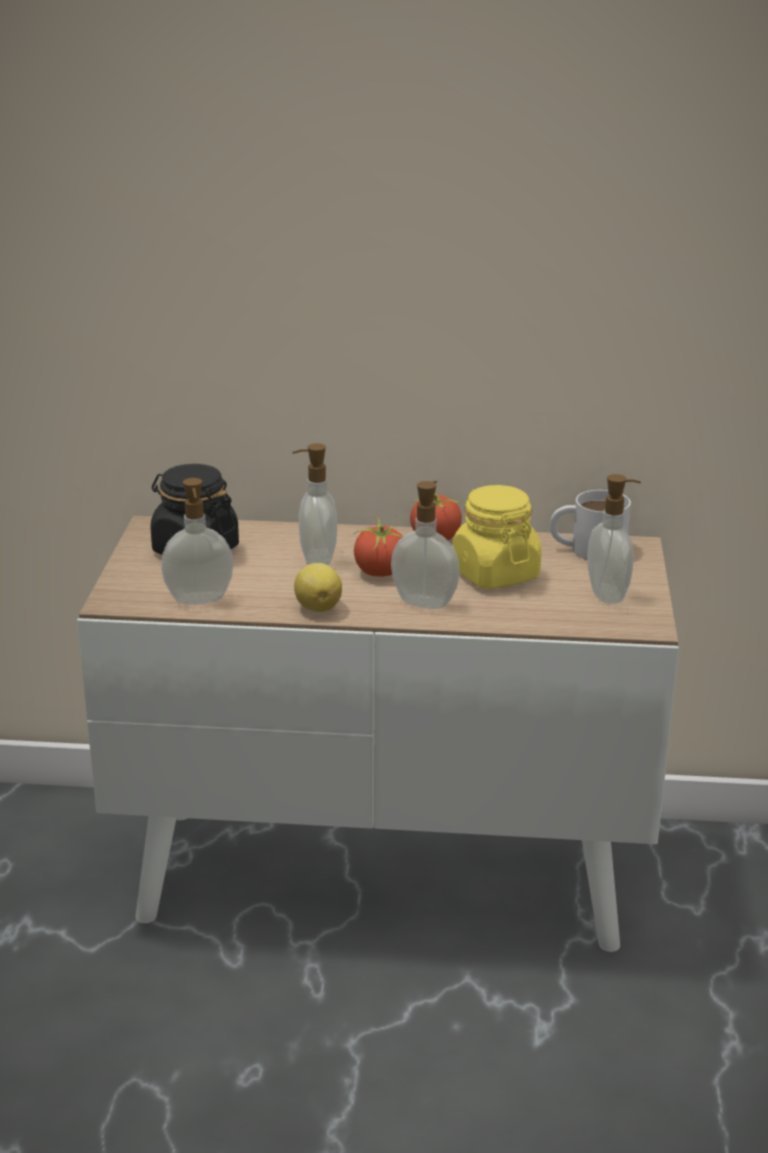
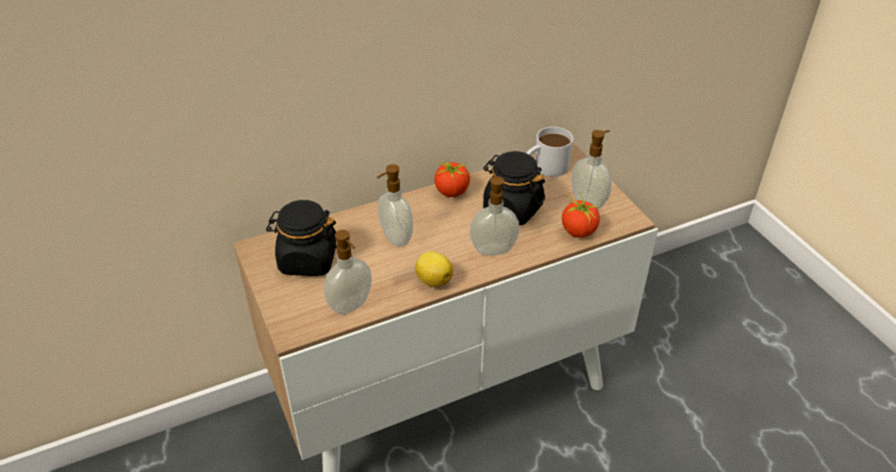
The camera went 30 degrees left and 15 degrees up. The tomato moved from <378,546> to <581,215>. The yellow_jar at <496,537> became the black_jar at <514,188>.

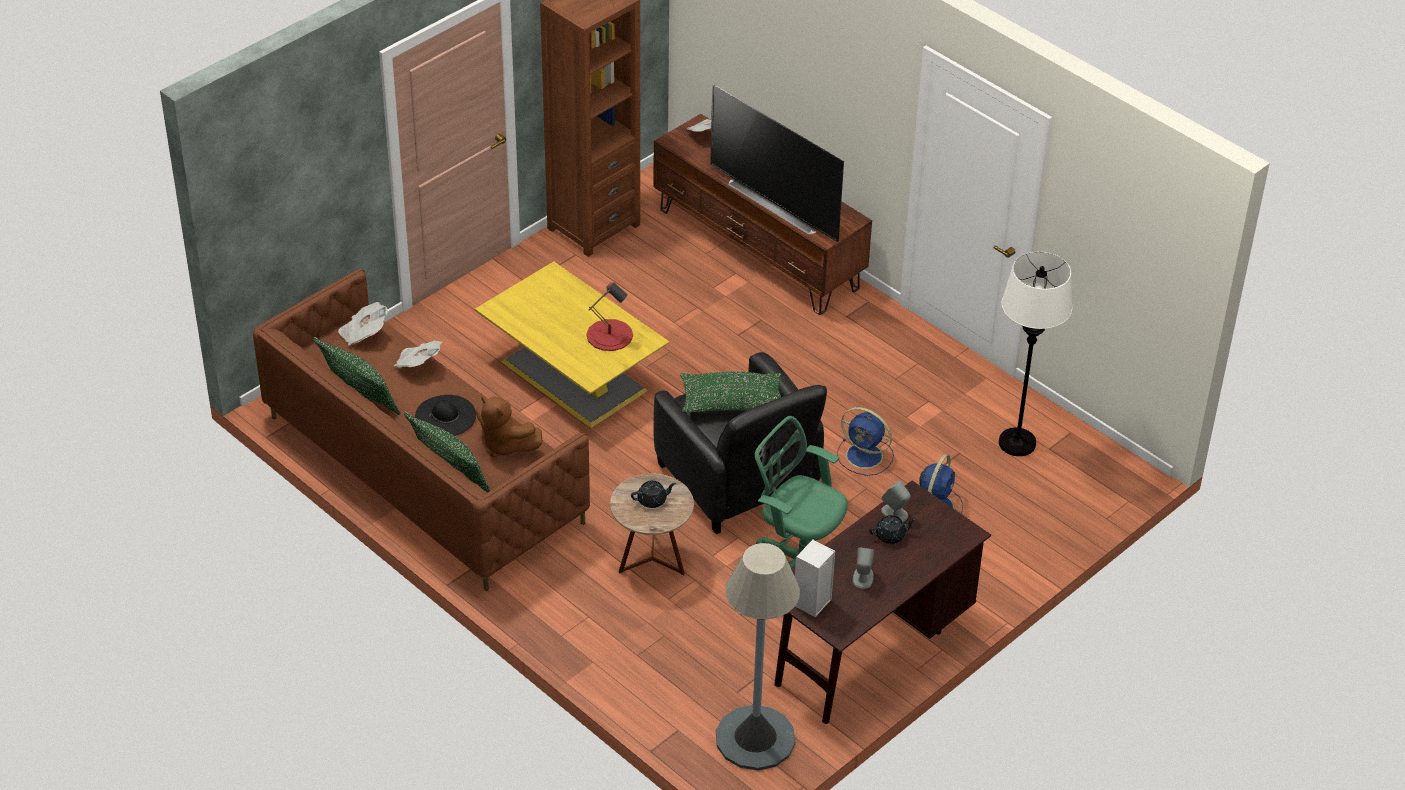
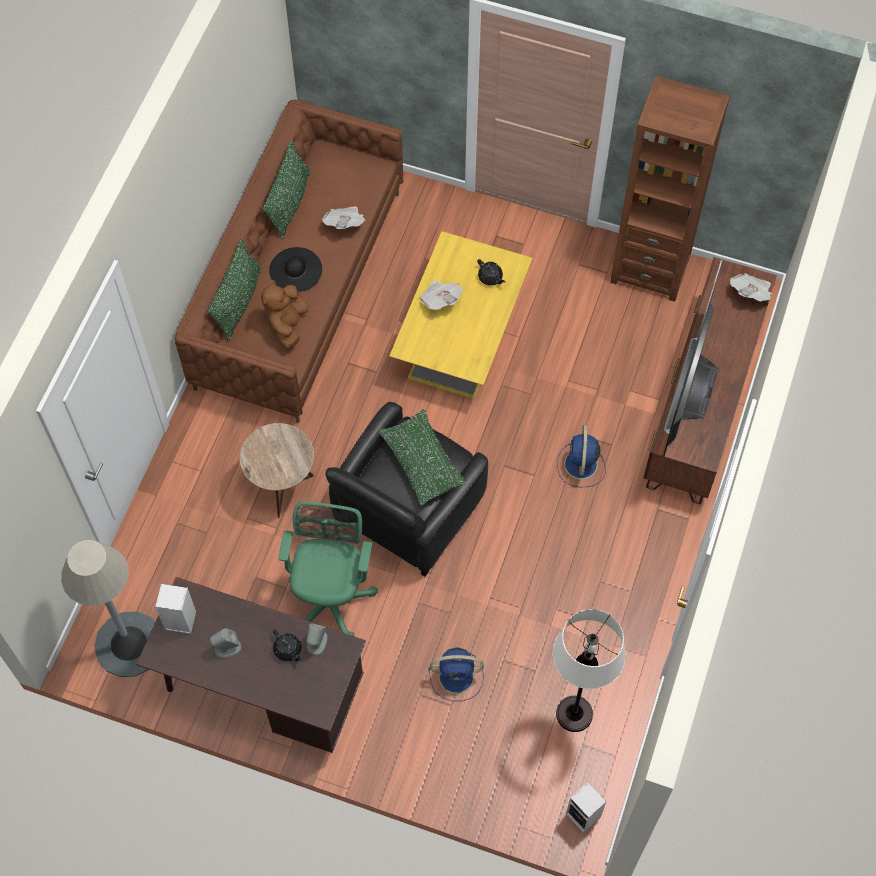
The camera went 65 degrees right and 20 degrees up. The red_table_lamp at <609,316> disappeared. The speaker at <586,807> appeared. The newspaper moved from <363,323> to <441,295>. The black_teapot moved from <653,494> to <491,272>. The blue_fan moved from <865,441> to <581,456>.

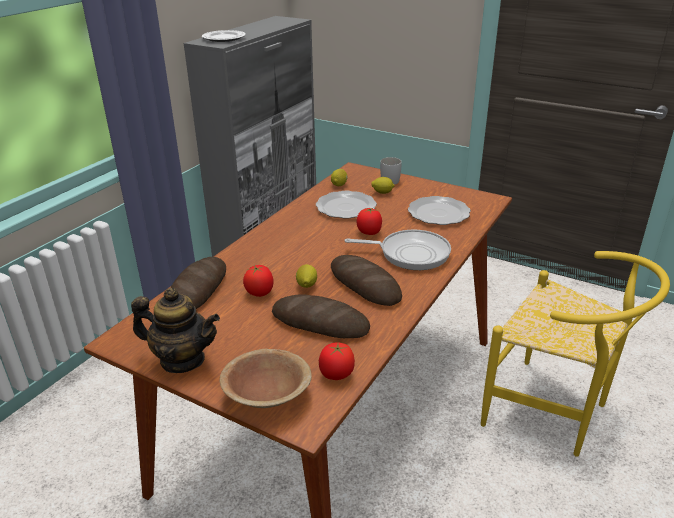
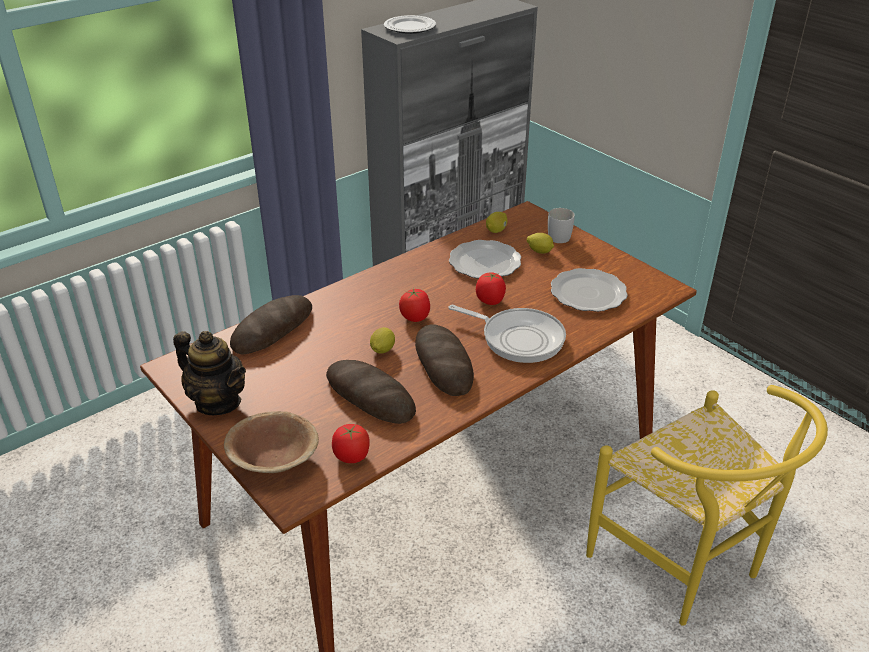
The camera went 20 degrees right and 5 degrees up. The tomato moved from <258,281> to <414,305>.

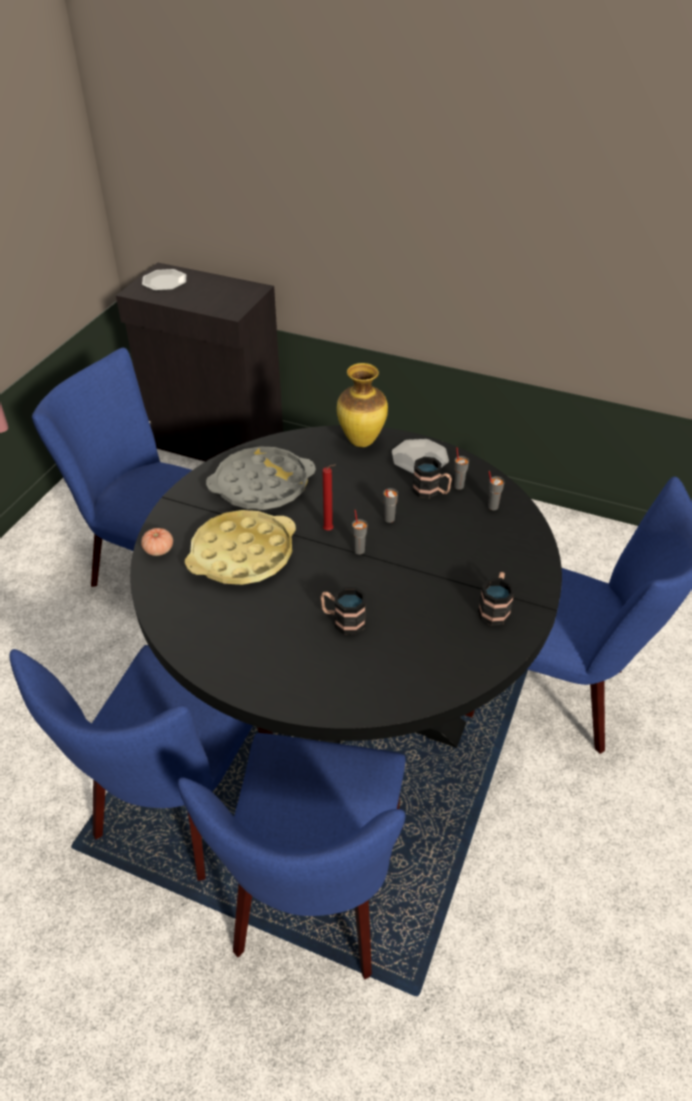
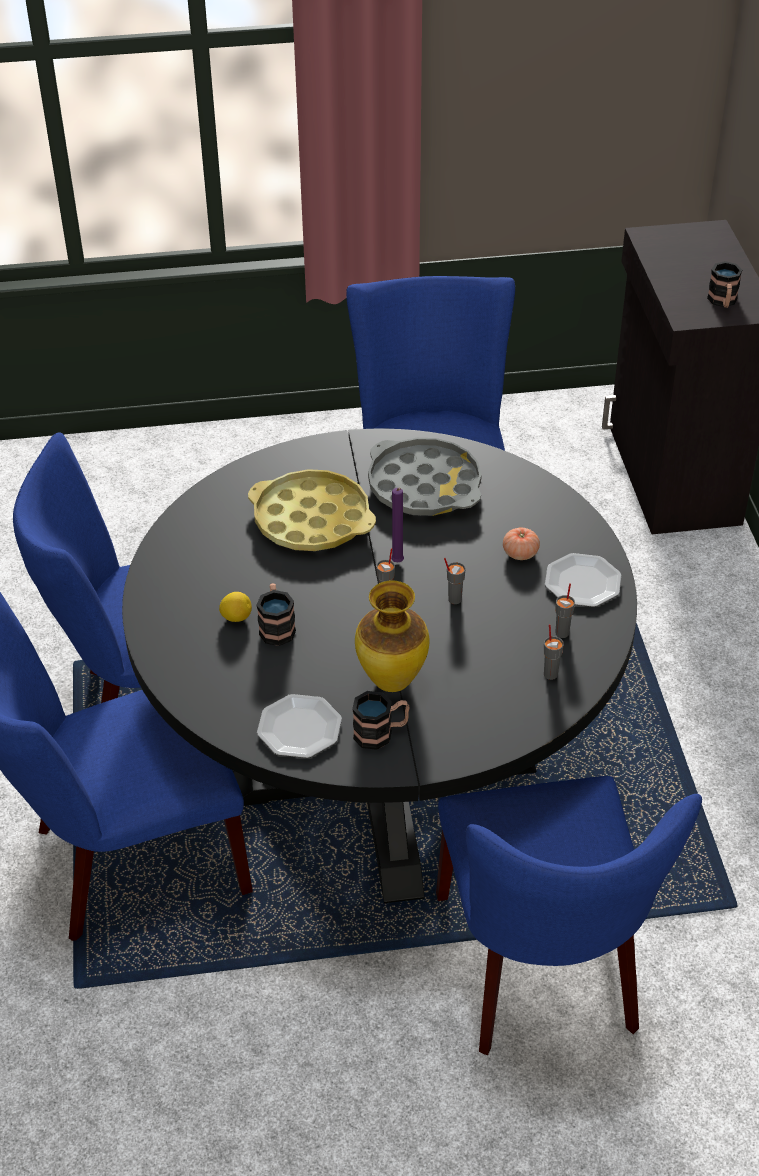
The camera went 60 degrees right and 0 degrees up. The lemon at <235,607> appeared. The tomato moved from <157,542> to <521,543>. The plate moved from <164,280> to <299,726>. The vase moved from <362,405> to <392,636>. The mug moved from <432,477> to <724,284>. The red_candle at <328,497> became the purple_candle at <397,525>.

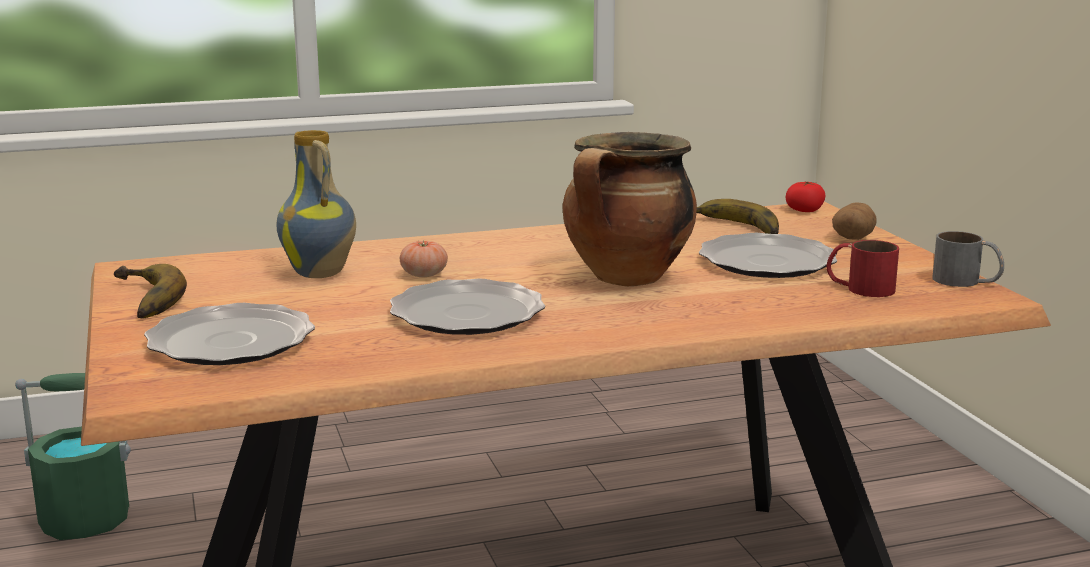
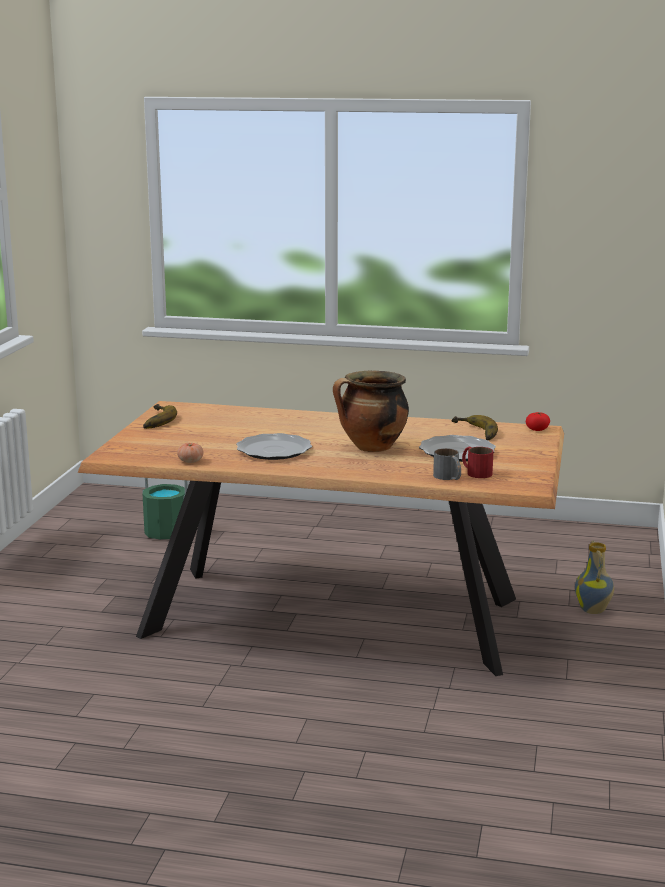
The camera went 30 degrees right and 0 degrees up. The plate at <229,334> disappeared. The potato at <854,221> disappeared. The vase moved from <316,204> to <594,577>. The tomato moved from <424,258> to <190,453>. The grey_mug moved from <968,259> to <447,464>.

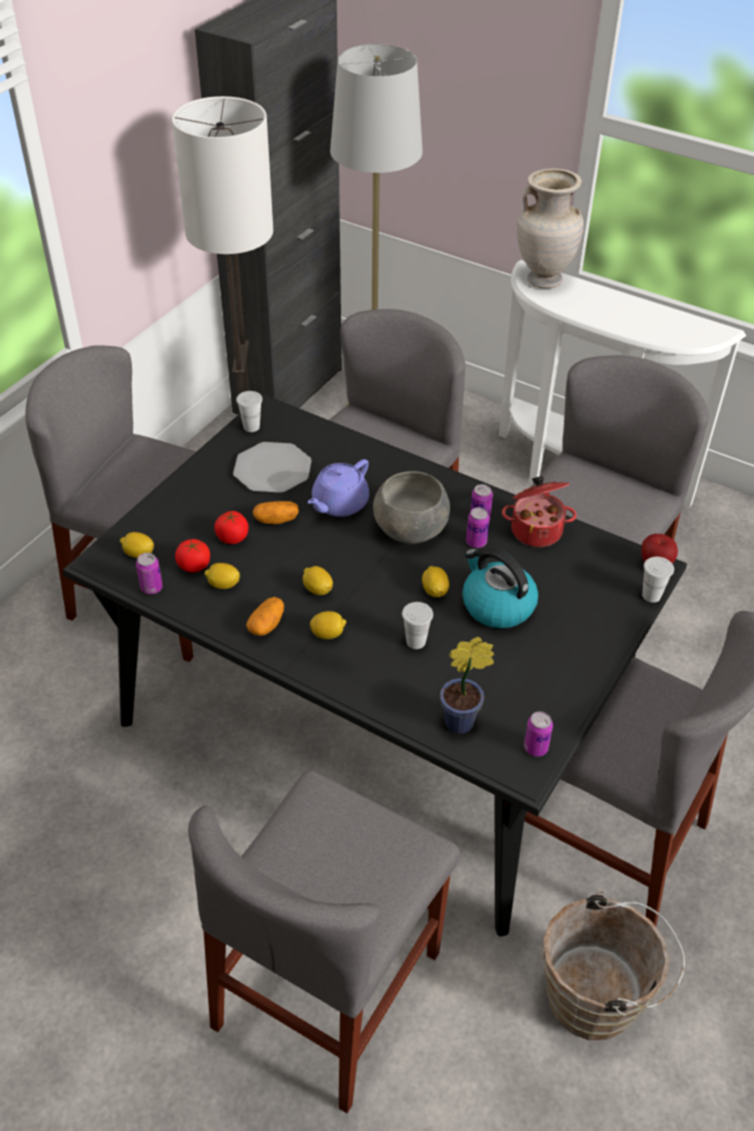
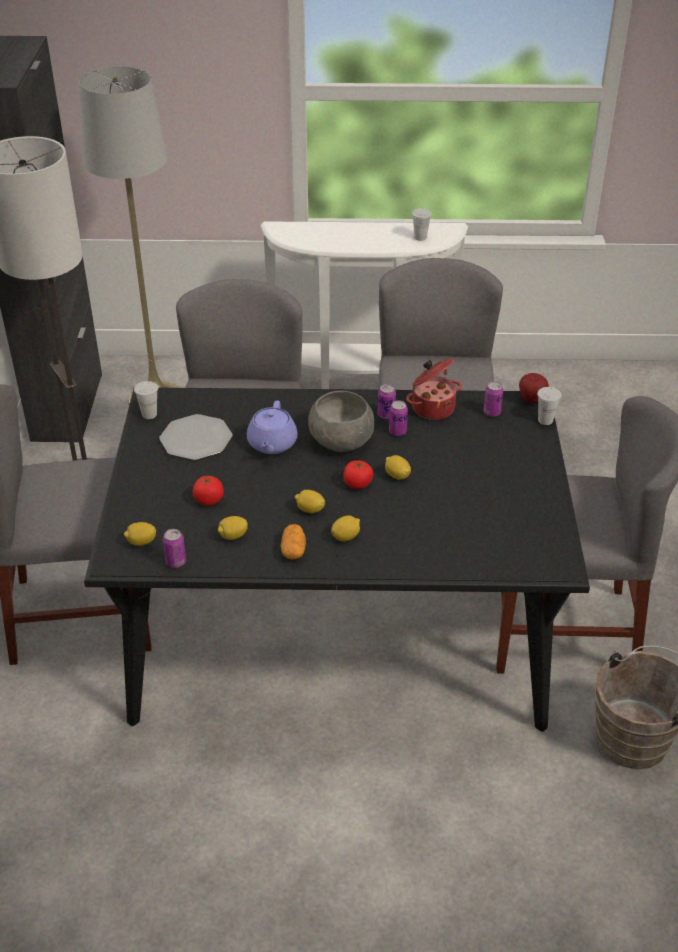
The camera went 30 degrees left and 5 degrees down. The grey_chair at <324,941> disappeared. The potato at <276,512> disappeared. The potted_plant at <467,685> disappeared. The kettle at <500,588> disappeared. The beige_vase at <550,228> disappeared. The tomato moved from <192,555> to <358,474>. The white_cup moved from <417,625> to <422,224>. The can moved from <538,734> to <493,399>.

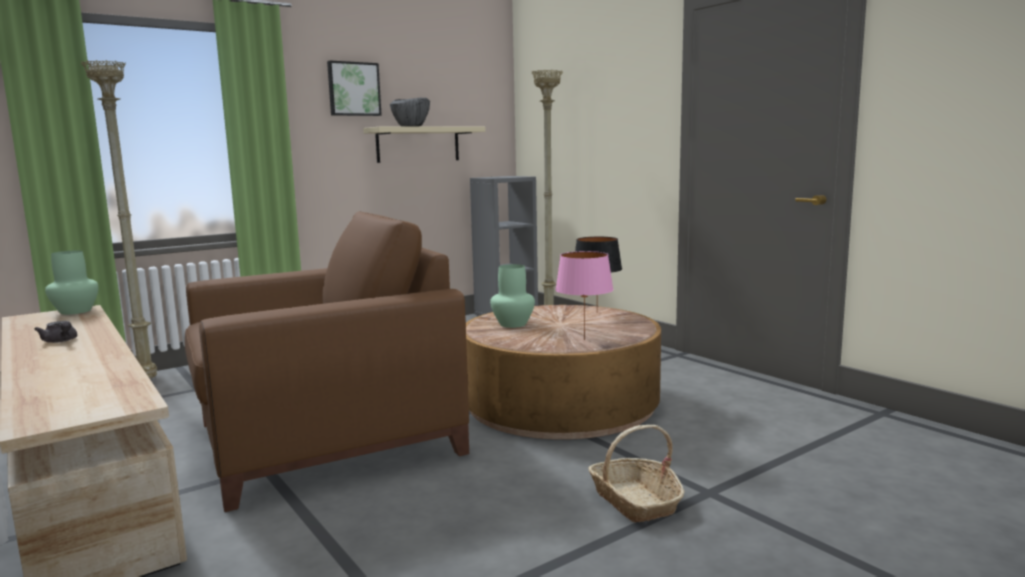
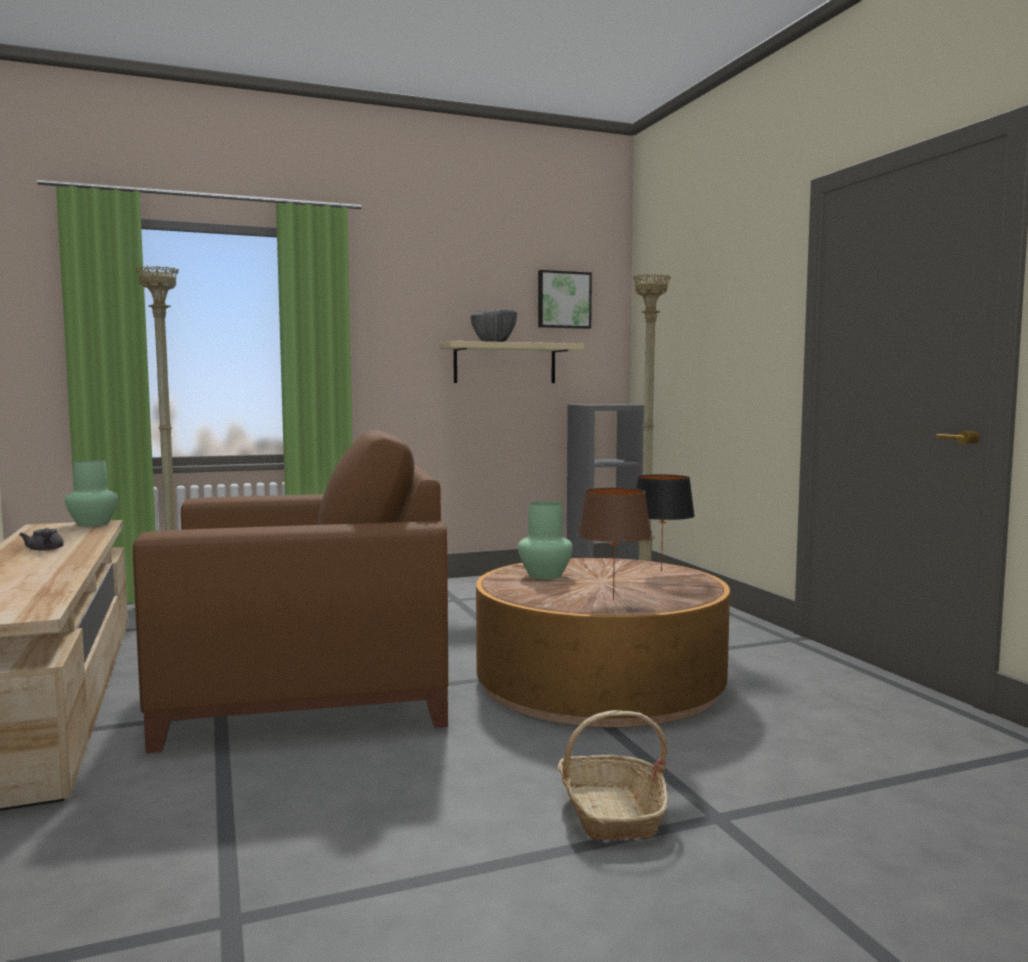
The camera went 15 degrees right and 5 degrees down. The picture moved from <354,88> to <565,299>. The pink_table_lamp at <584,295> became the brown_table_lamp at <615,544>.

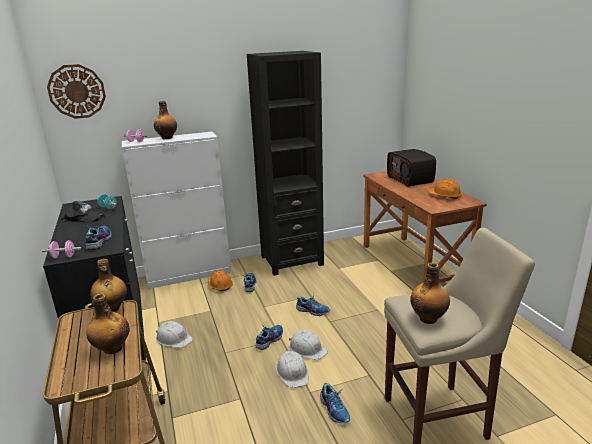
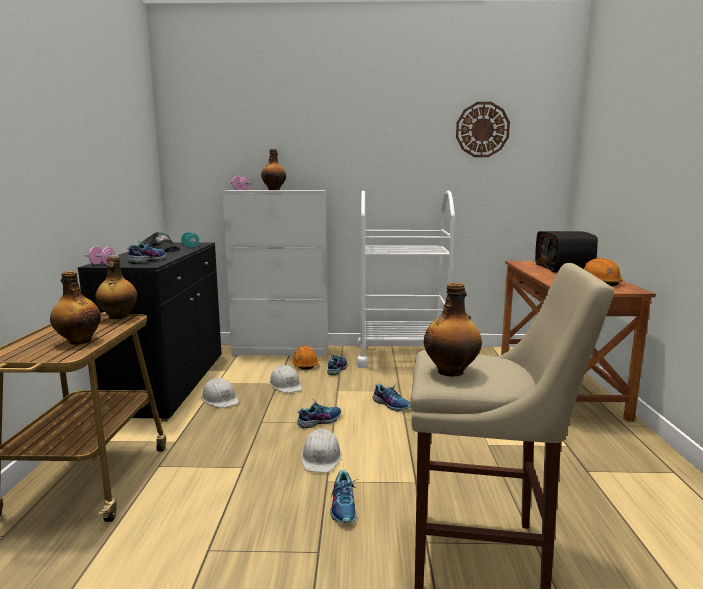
The camera went 20 degrees right and 10 degrees down. The wall_clock moved from <76,91> to <483,129>. The white_hard_hat moved from <308,345> to <285,379>. The black_bookcase at <285,163> was replaced by the white_cart at <406,279>.

